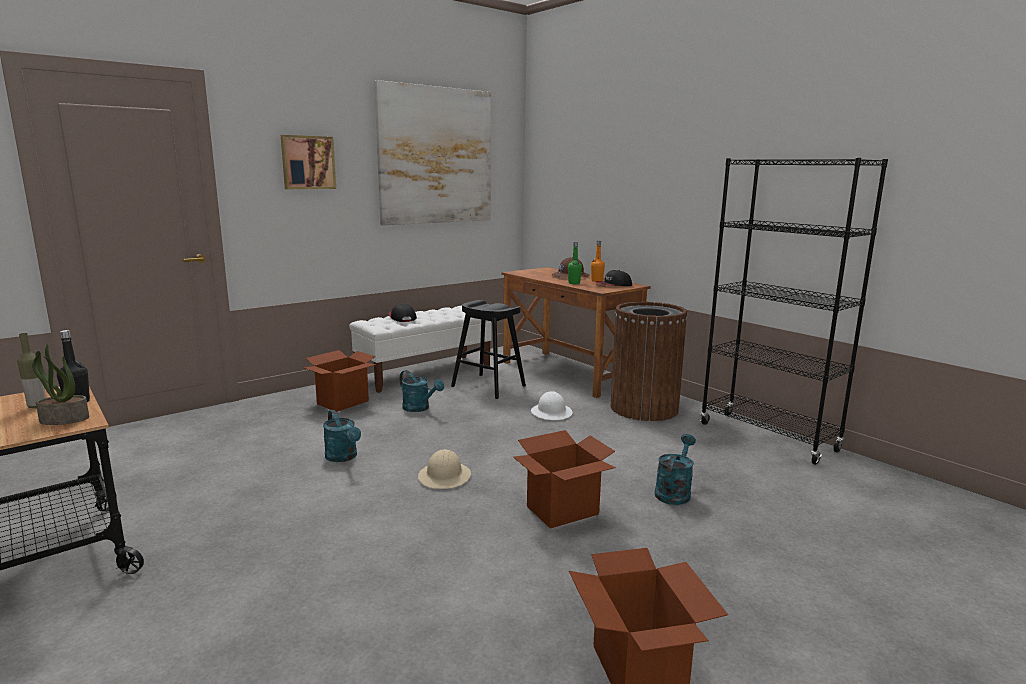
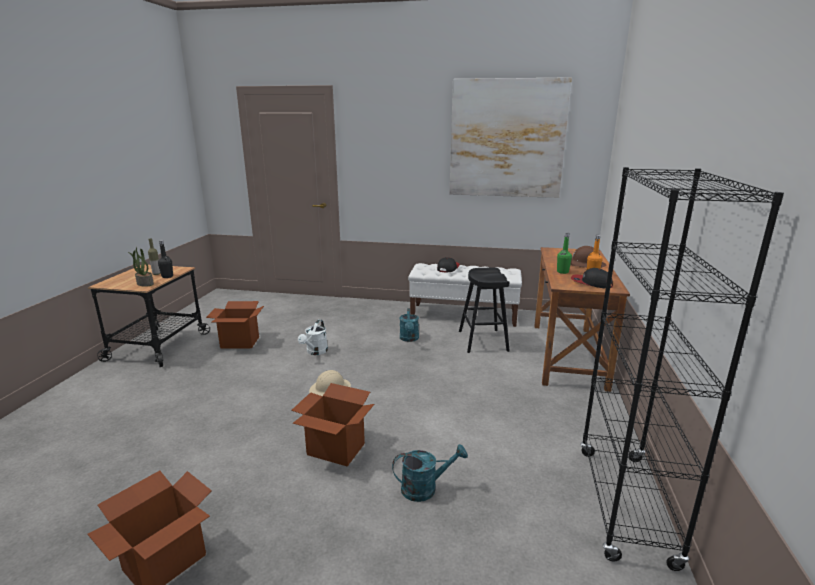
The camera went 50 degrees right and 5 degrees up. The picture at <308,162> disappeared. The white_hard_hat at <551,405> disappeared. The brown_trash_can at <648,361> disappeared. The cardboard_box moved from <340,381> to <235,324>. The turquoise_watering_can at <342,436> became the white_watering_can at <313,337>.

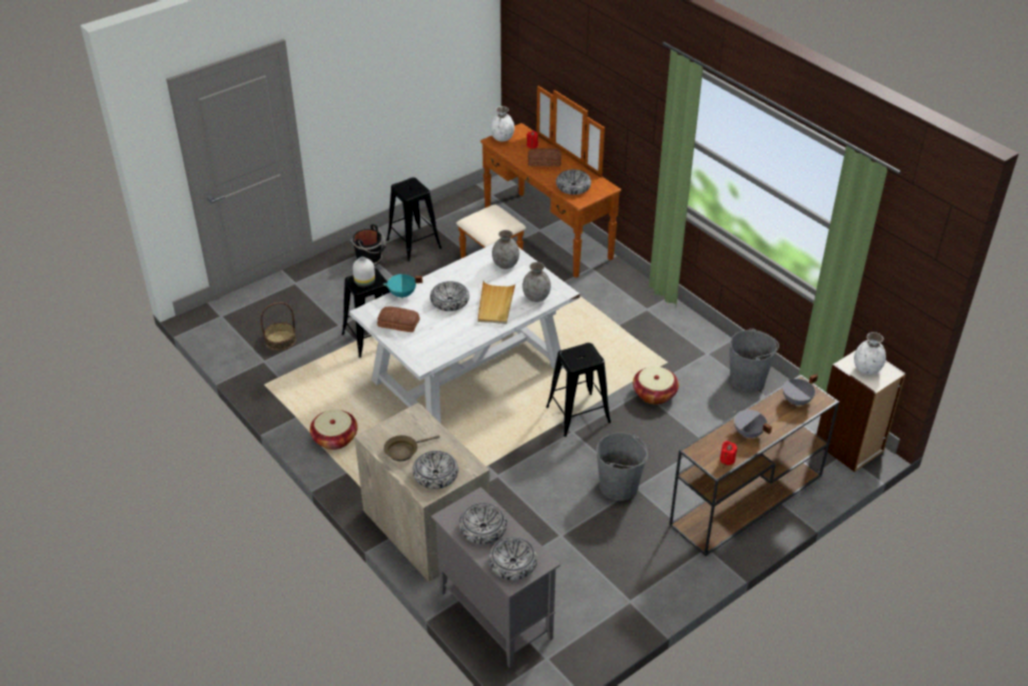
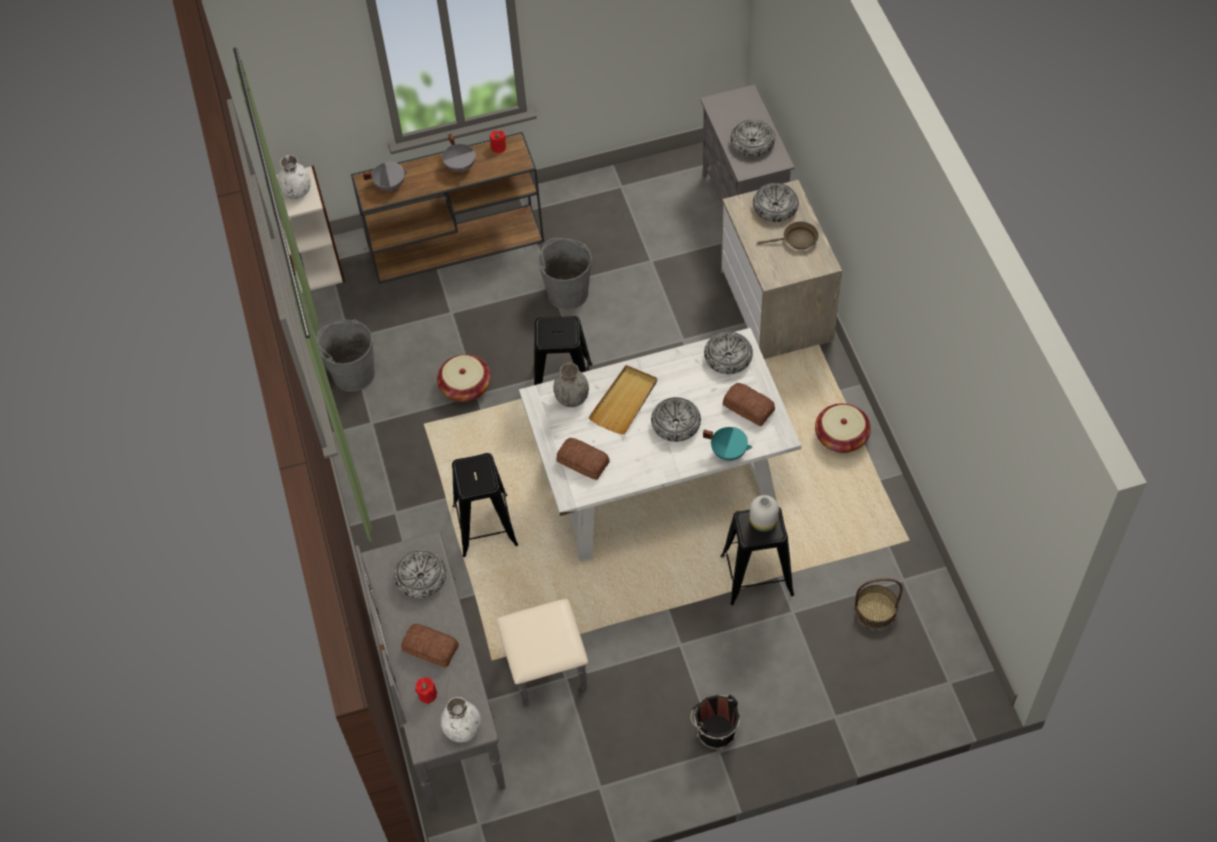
The camera went 155 degrees left and 15 degrees up. The black_stool moved from <414,219> to <485,505>. The bowl moved from <513,558> to <728,352>. The grey_vase at <505,249> was replaced by the bread at <583,459>. The brown_dresser at <538,182> became the grey_dresser at <471,671>.

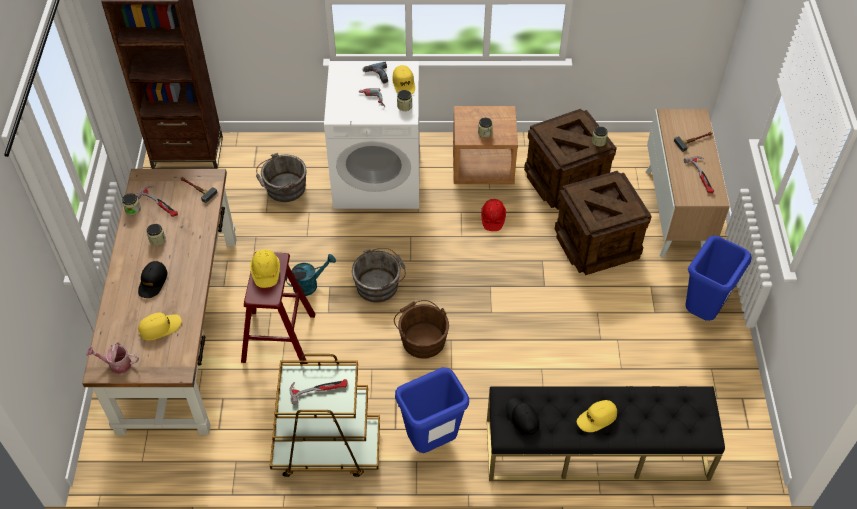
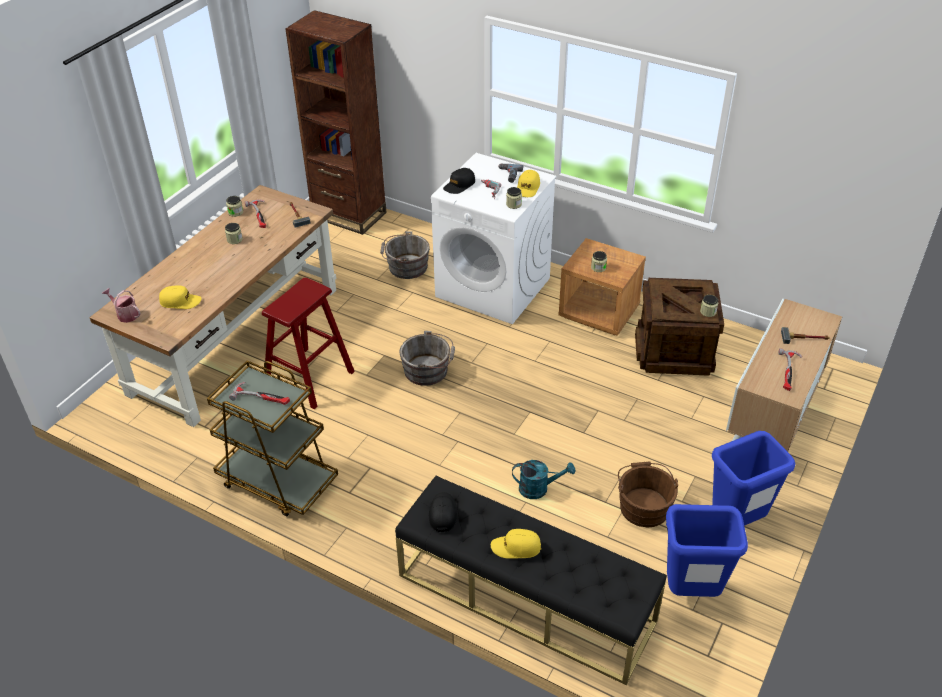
The camera went 30 degrees right and 10 degrees down. The yellow_hard_hat at <265,268> disappeared. The red_hard_hat at <493,215> disappeared. The crate at <603,223> disappeared. The black_cap moved from <152,279> to <459,181>. The turquoise_watering_can moved from <311,275> to <543,479>. The brown_bucket moved from <421,329> to <648,494>. The blue_trash_can moved from <432,410> to <707,550>.

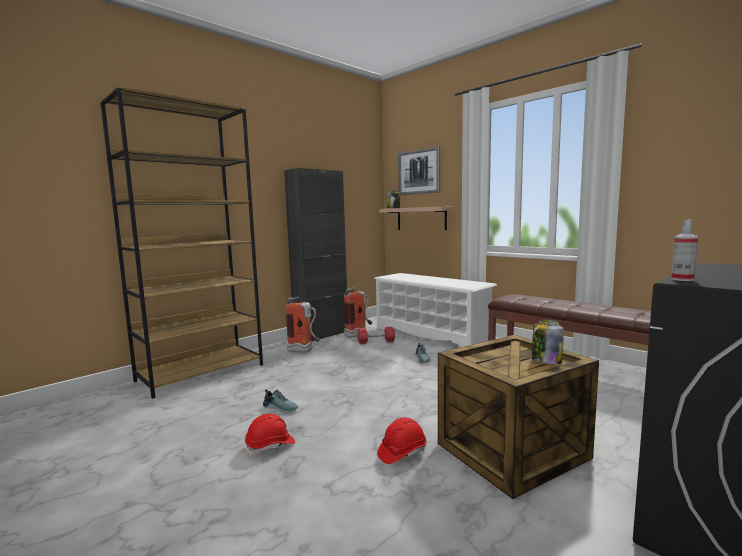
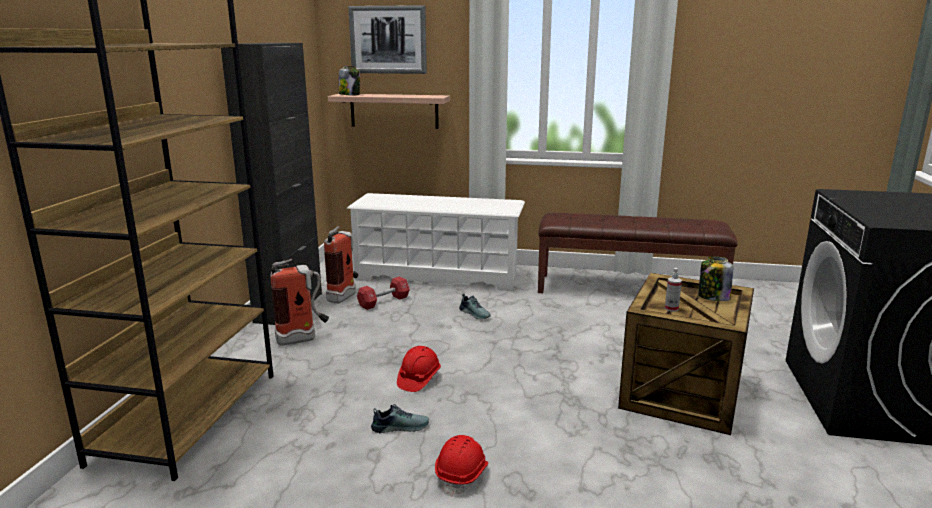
The camera went 35 degrees left and 10 degrees up. The red_hard_hat moved from <402,441> to <419,369>. The spray_bottle moved from <684,250> to <673,290>.

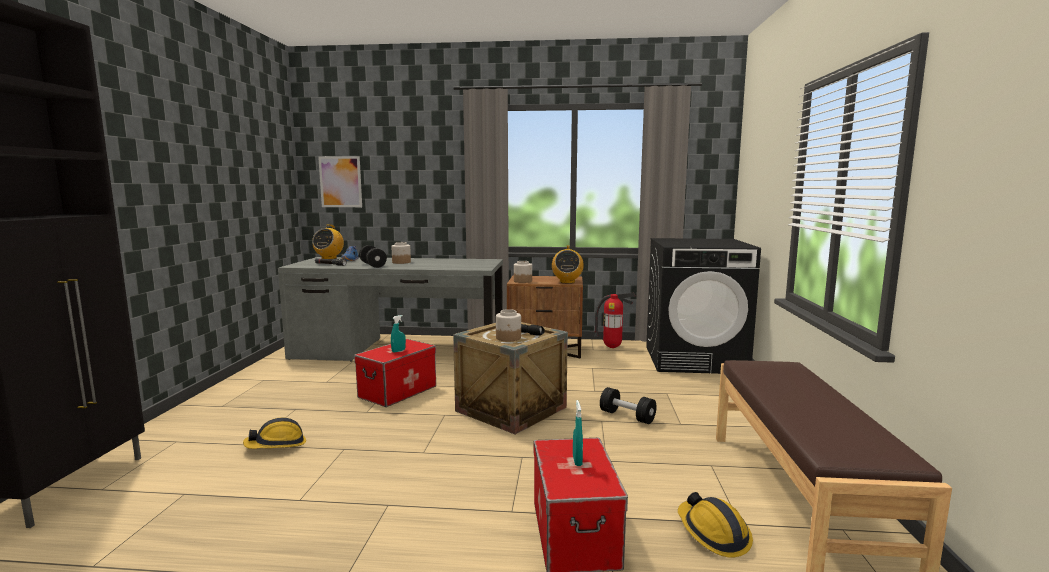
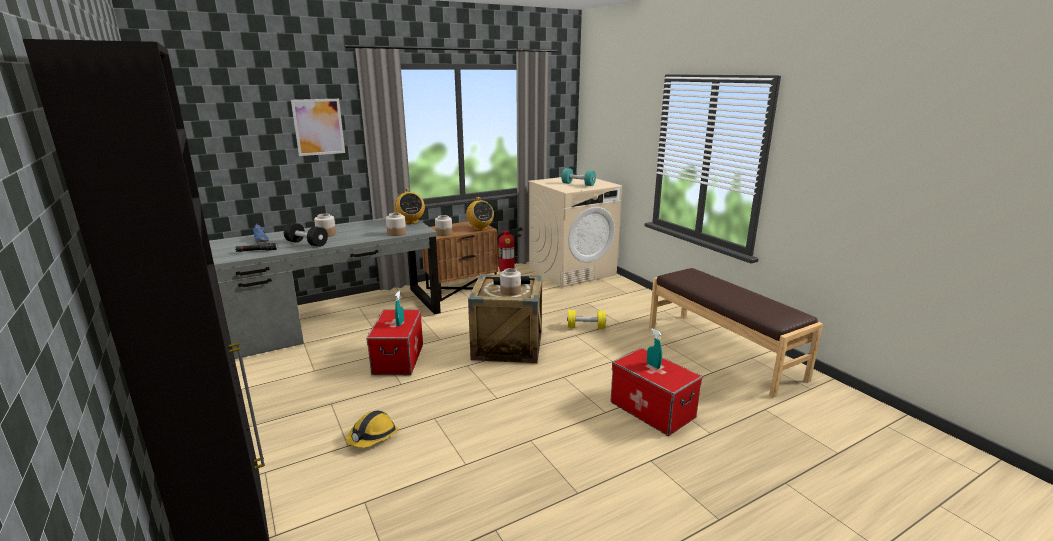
The camera went 35 degrees left and 10 degrees up. The hard_hat at <715,524> disappeared. The jar at <396,224> appeared. The turquoise_dumbbell at <578,177> appeared. The radio moved from <328,241> to <410,206>. The picture moved from <340,181> to <318,127>. The black_dumbbell at <628,405> became the yellow_dumbbell at <586,319>. The black_washing_machine at <703,306> became the beige_washing_machine at <575,231>.

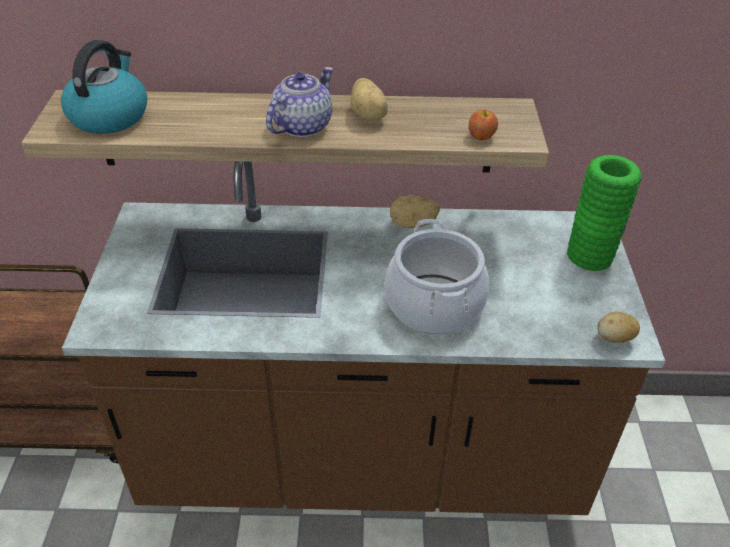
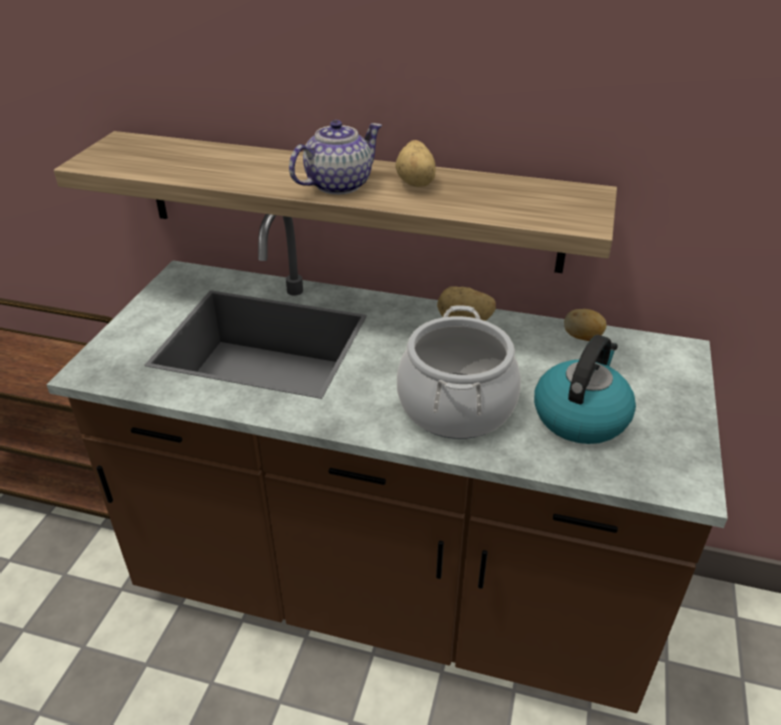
The camera went 15 degrees right and 5 degrees down. The apple at <483,124> disappeared. The green_vase at <604,213> disappeared. The kettle moved from <104,87> to <585,389>. The potato moved from <618,327> to <585,325>.

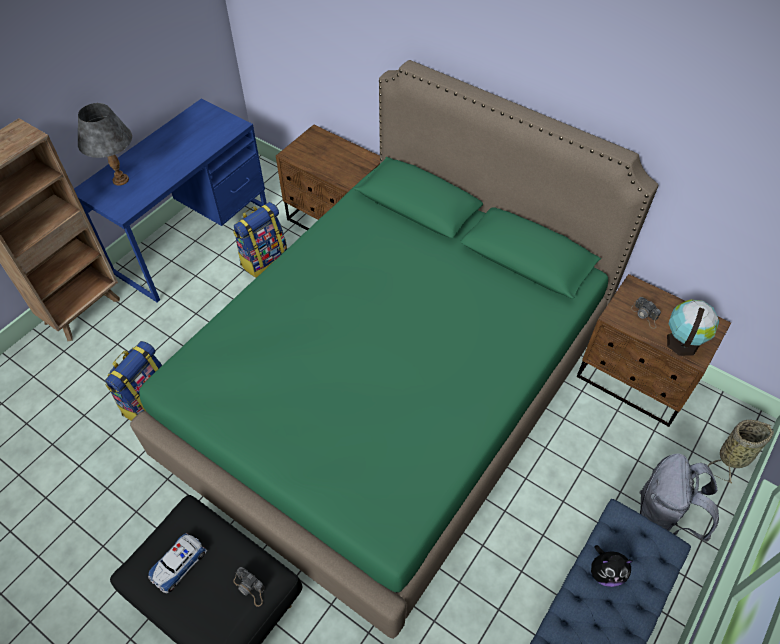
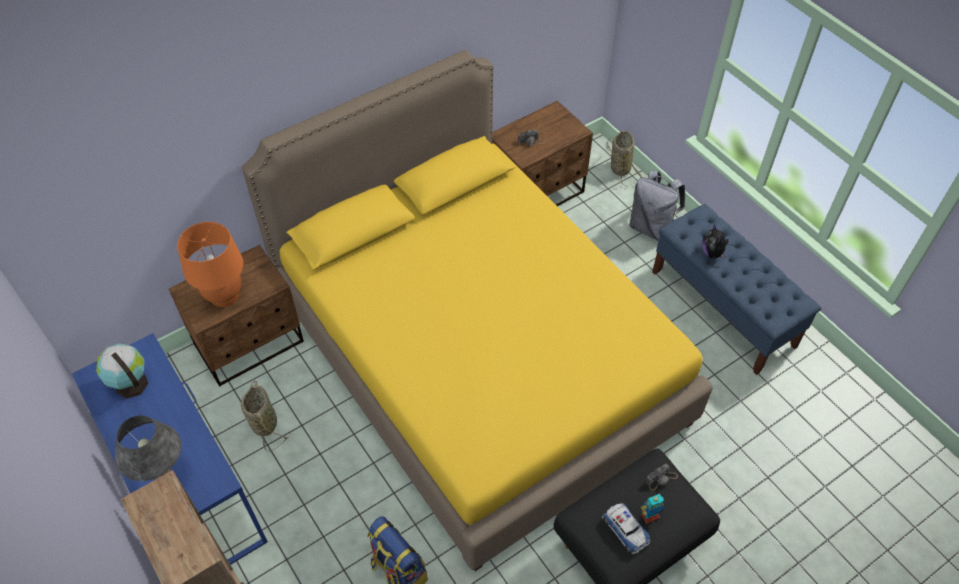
The camera went 70 degrees left and 0 degrees up. The orange_table_lamp at <210,264> appeared. The toy_robot at <652,509> appeared. The globe moved from <693,328> to <122,371>. The backpack at <260,240> was replaced by the basket at <264,415>. The green_bed at <394,349> became the yellow_bed at <477,310>. The plush_toy at <612,566> turned 150 degrees clockwise.

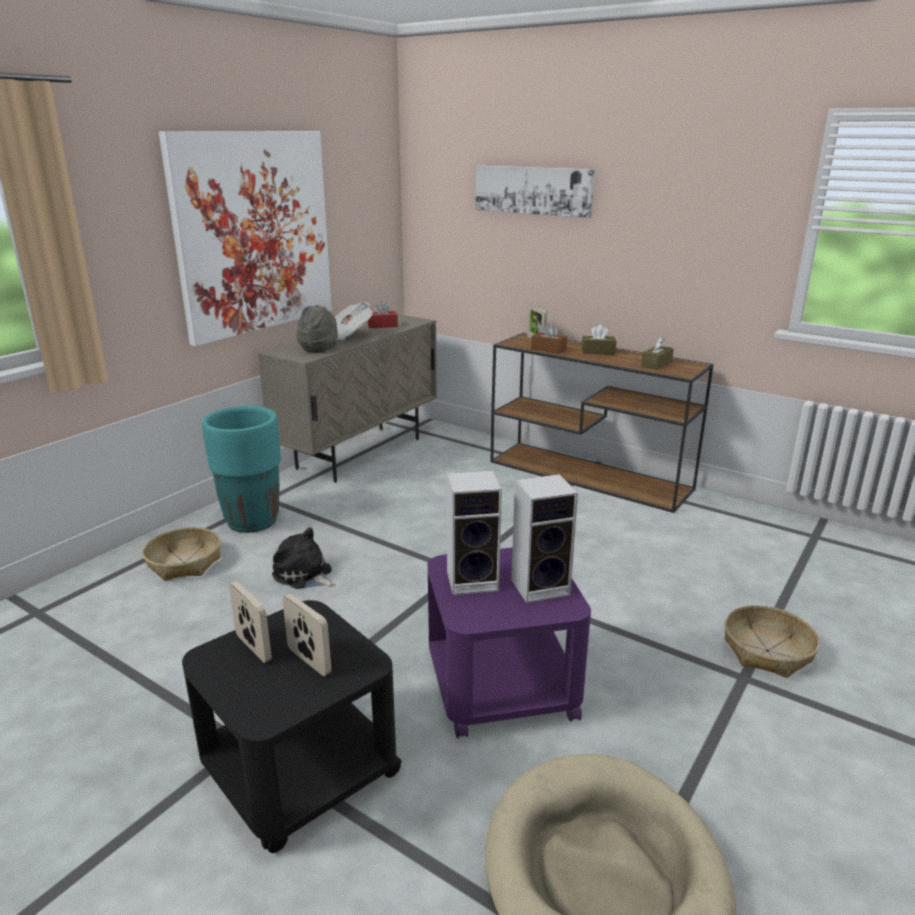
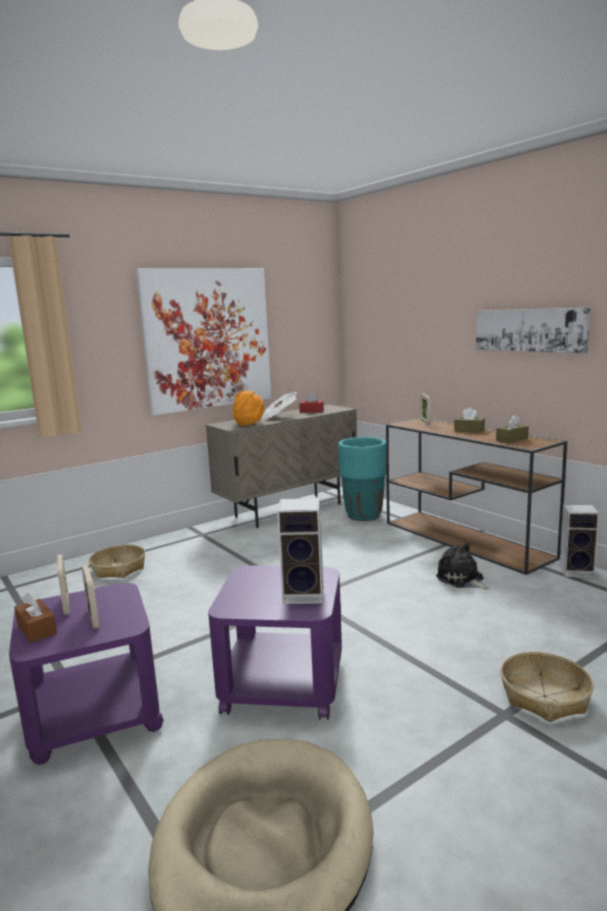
The camera went 20 degrees right and 10 degrees down. The turquoise_planter moved from <241,469> to <362,479>. The plush_toy moved from <304,558> to <462,565>. The speaker moved from <474,533> to <579,541>. The picture moved from <535,191> to <533,330>. The brown_tissue_box moved from <549,338> to <35,618>. The black_side_table at <292,726> became the purple_side_table at <86,674>. The grey_hat at <317,329> became the orange_hat at <249,408>.

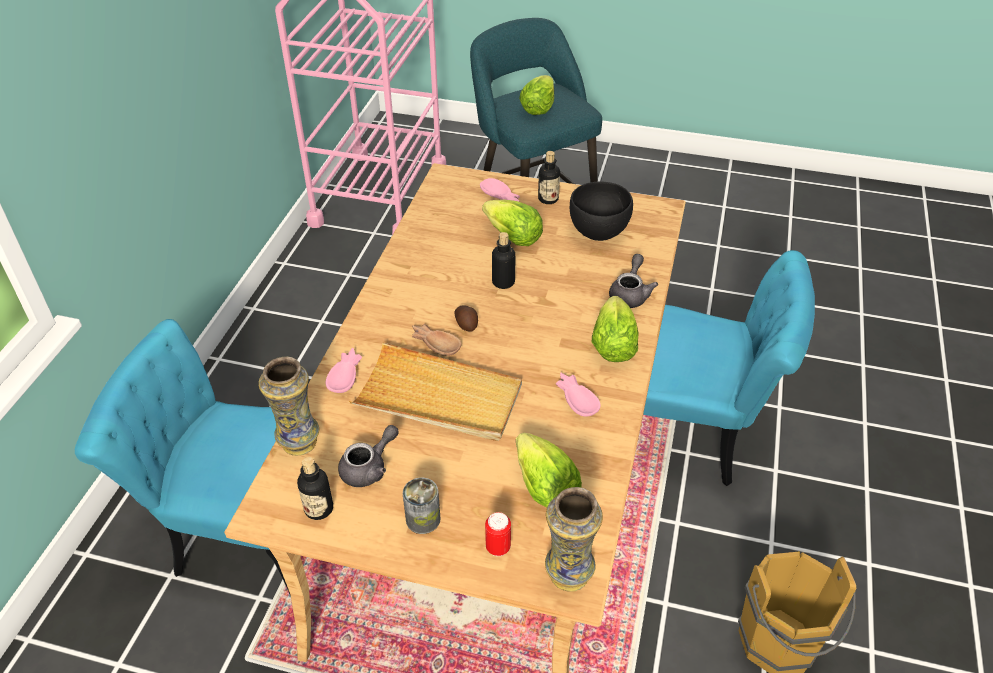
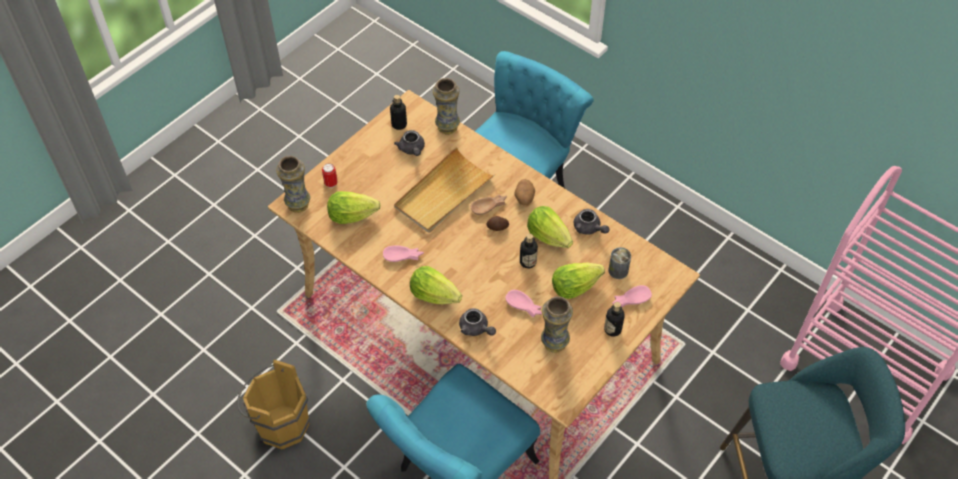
The camera went 115 degrees right and 10 degrees up. The potato at <525,192> appeared. The grey_teapot at <591,222> appeared. The pink_bowl moved from <344,370> to <523,303>. The can moved from <421,506> to <619,263>. The lettuce moved from <536,95> to <550,227>. The black_bowl at <601,211> was replaced by the vase at <557,324>.

